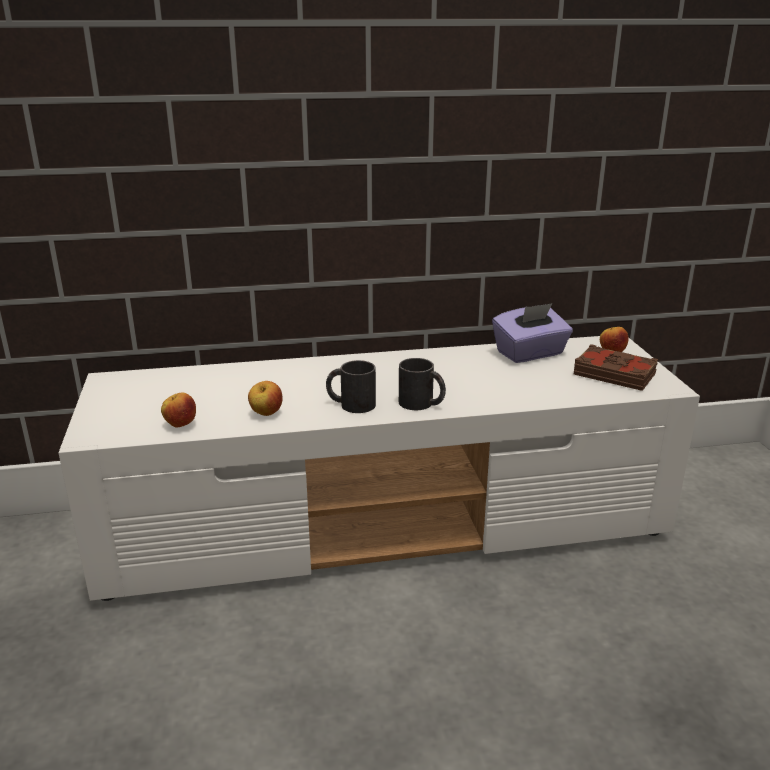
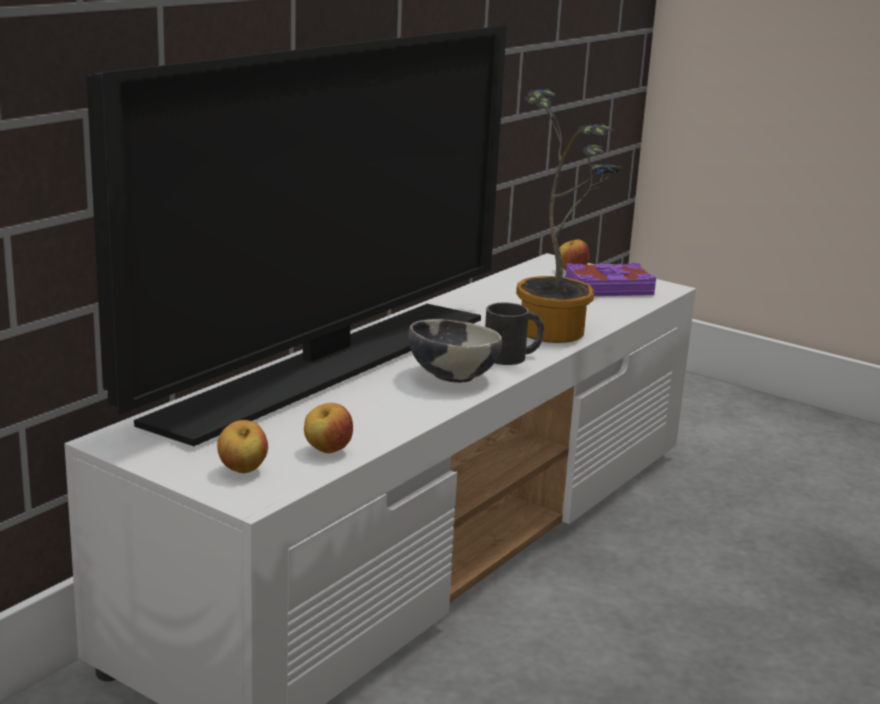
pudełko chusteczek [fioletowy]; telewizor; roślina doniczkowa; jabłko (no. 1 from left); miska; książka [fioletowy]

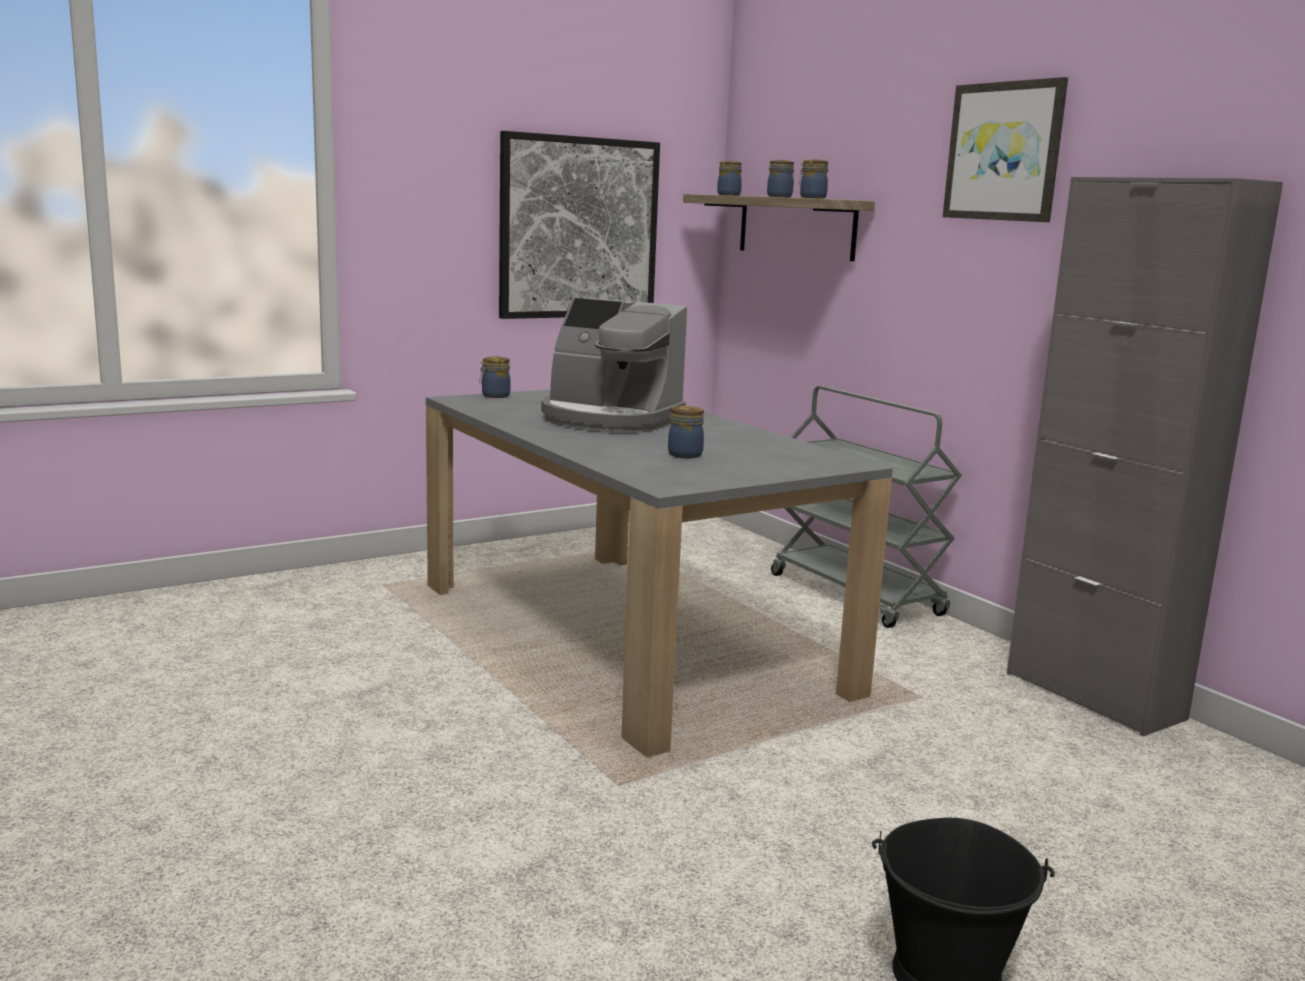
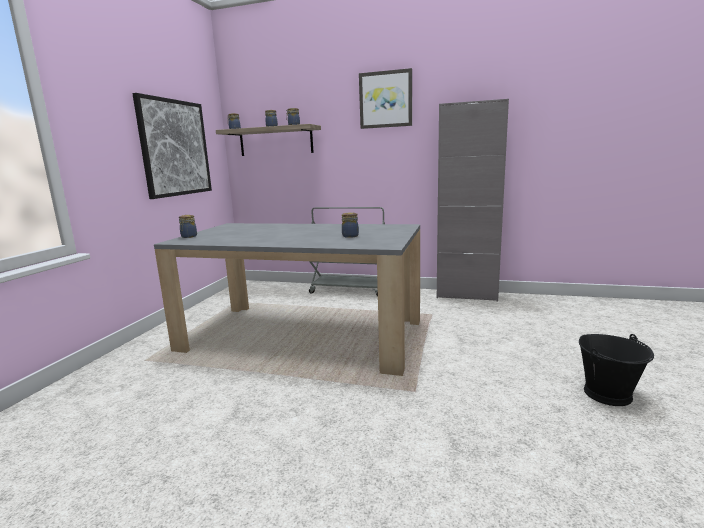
ekspres do kawy

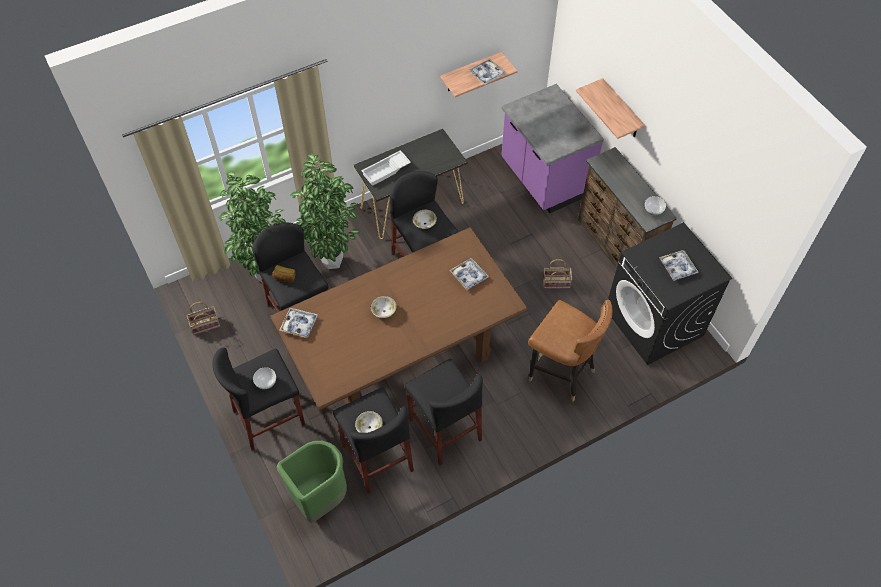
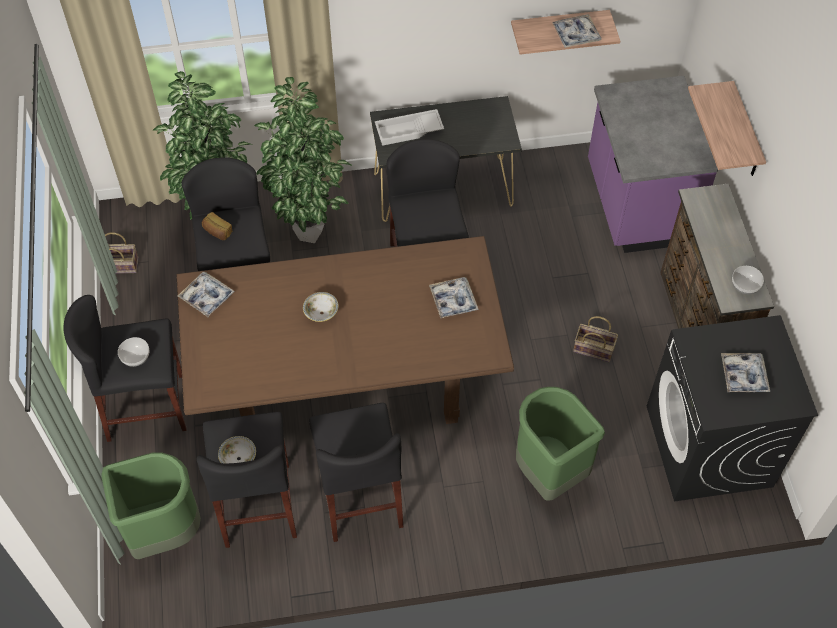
miska (no. 4 from left in the first image); kosz na śmieci [zielony] (no. 2 from left)

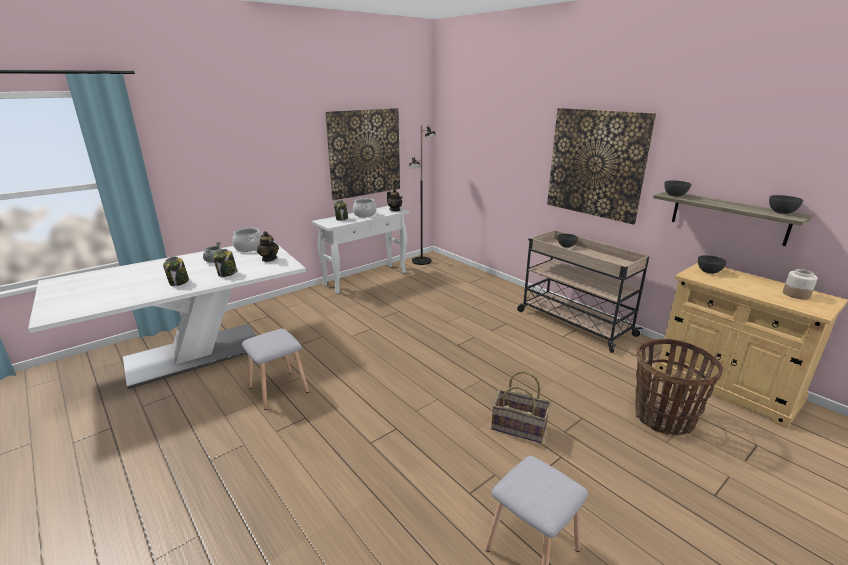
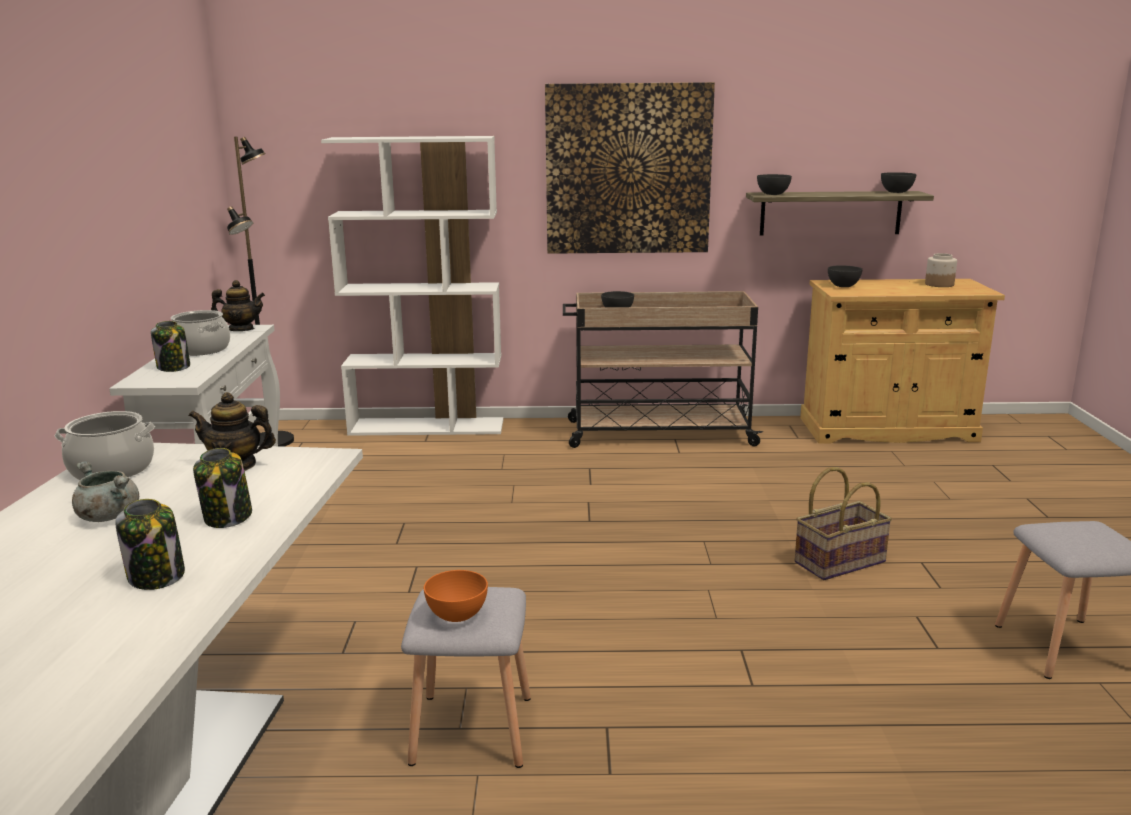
obraz (no. 1 from left in the first image); koszyk (no. 2 from left in the first image); regał [biały]; miska [pomarańczowy]

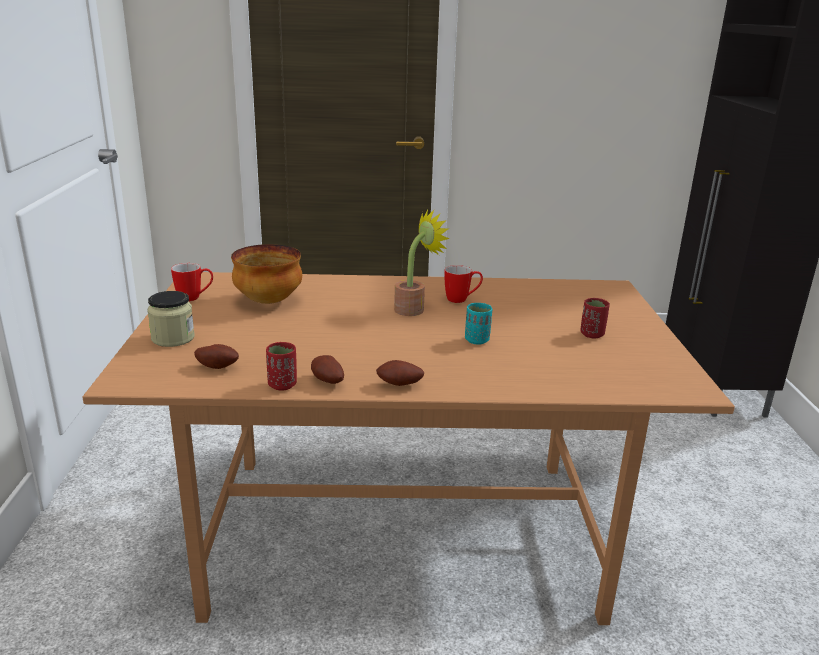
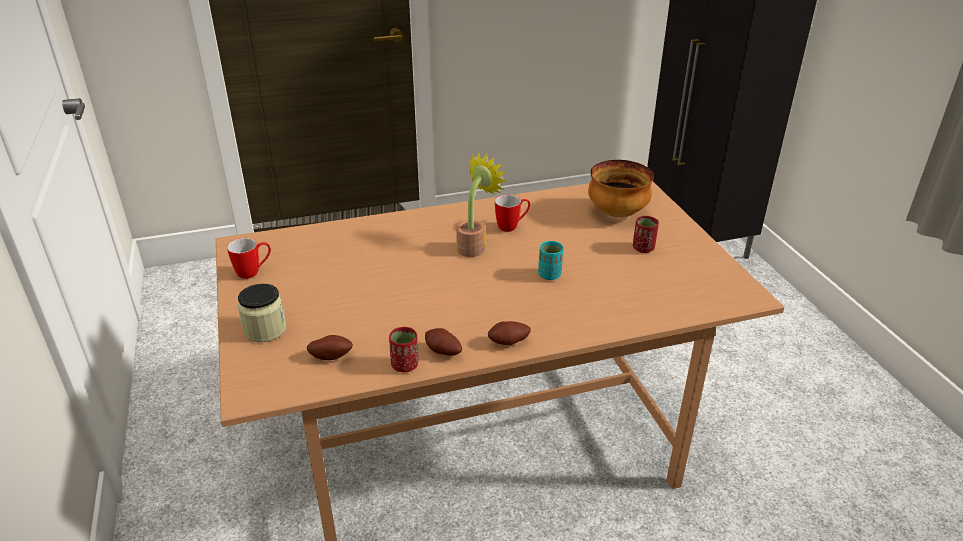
miska

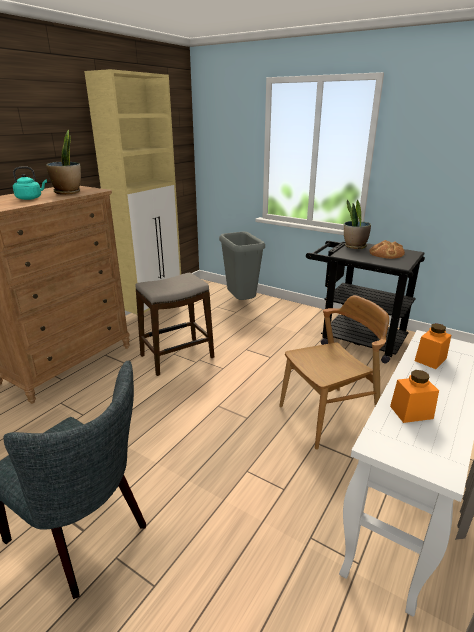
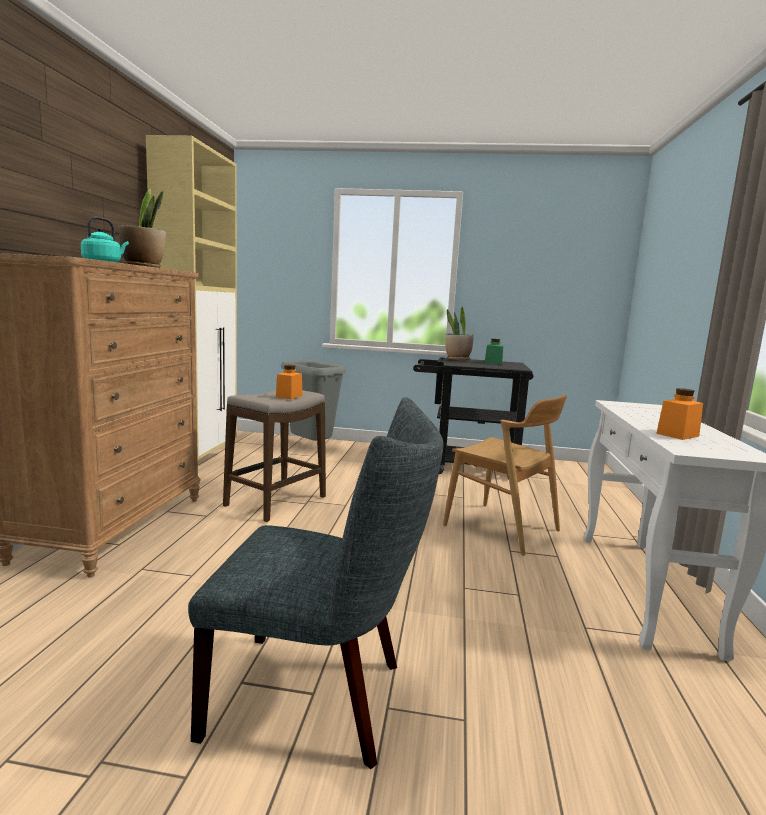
słoik [pomarańczowy] (no. 1 from left); słoik [zielony]; krzesło [brązowy]

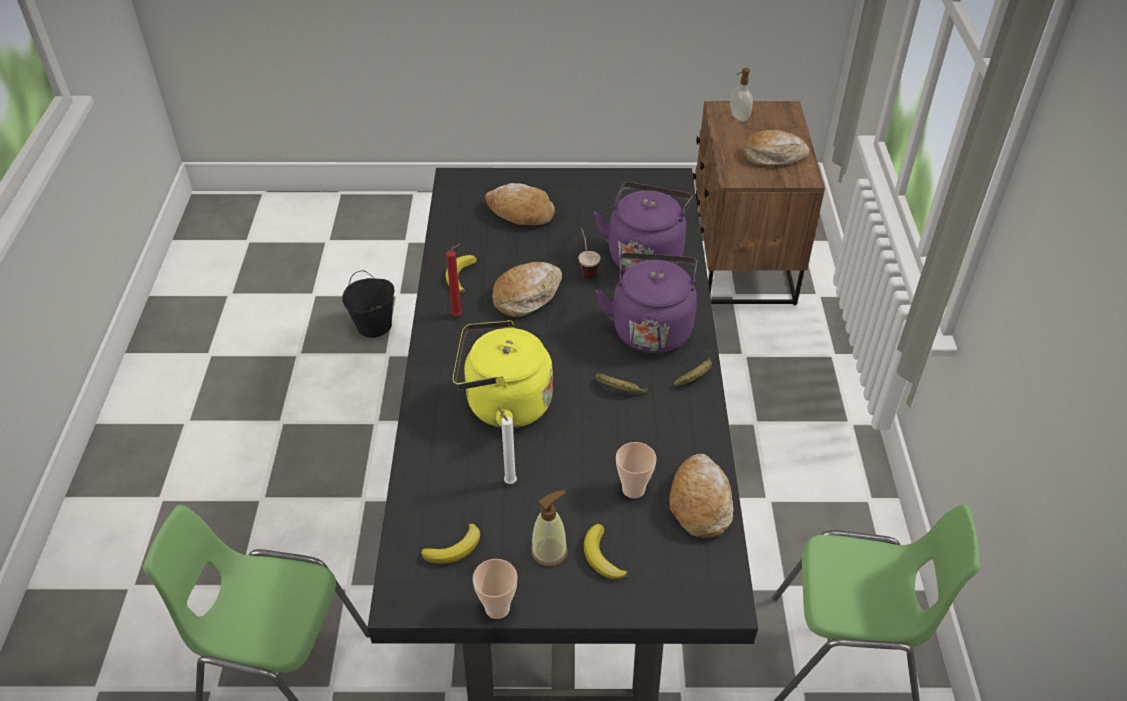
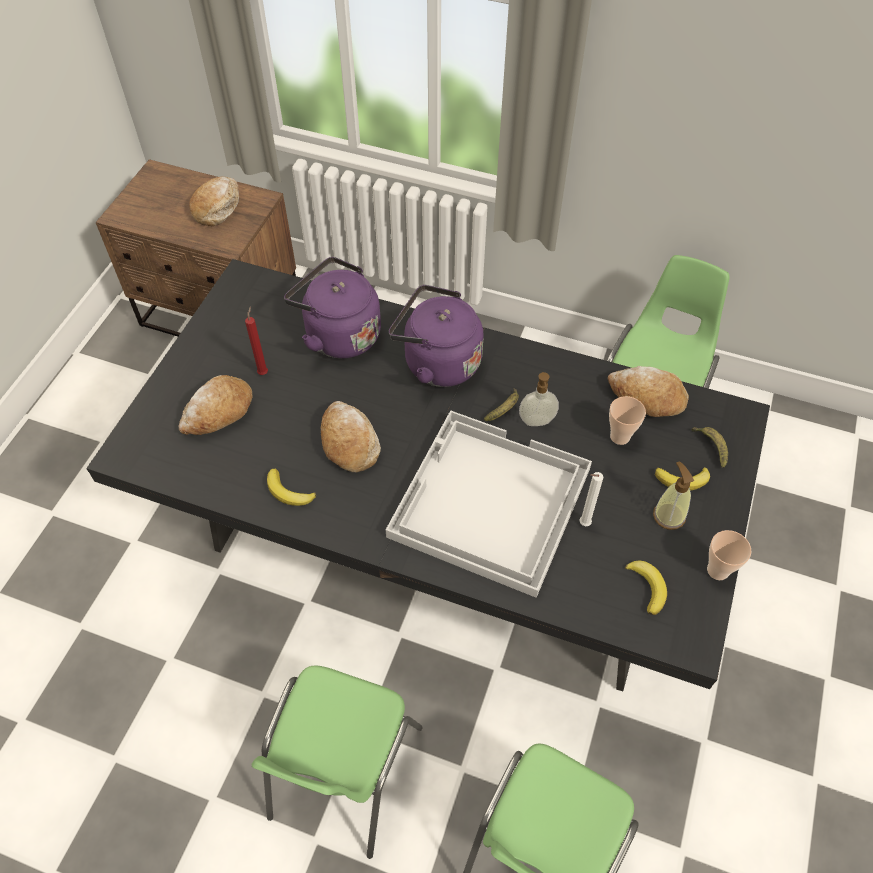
wiadro [czarny]; filiżanka (no. 2 from left in the first image); krzesło [zielony] (no. 1 from left); świeca [czerwony]; banan (no. 5 from left); dozownik mydła (no. 1 from left); taca [biały]

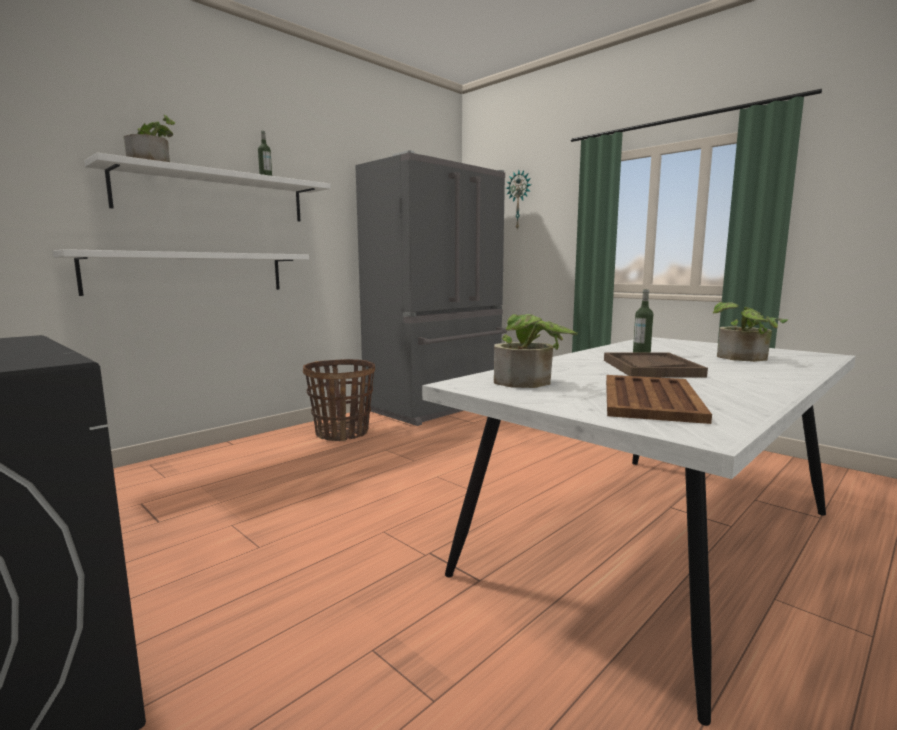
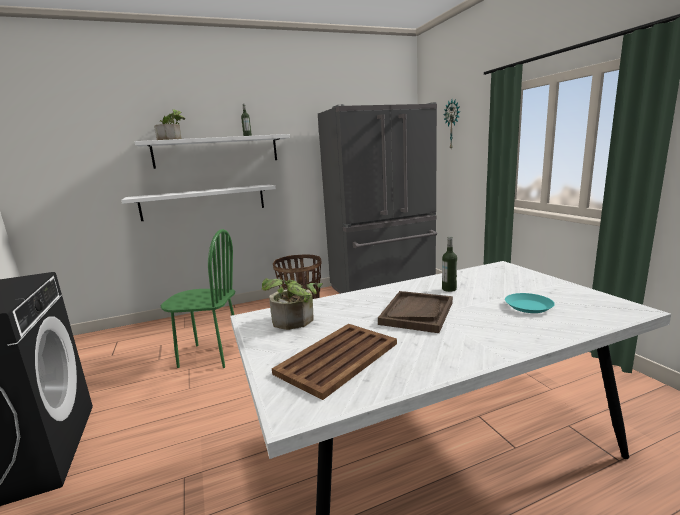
krzesło [zielony]; talerz [turkusowy]

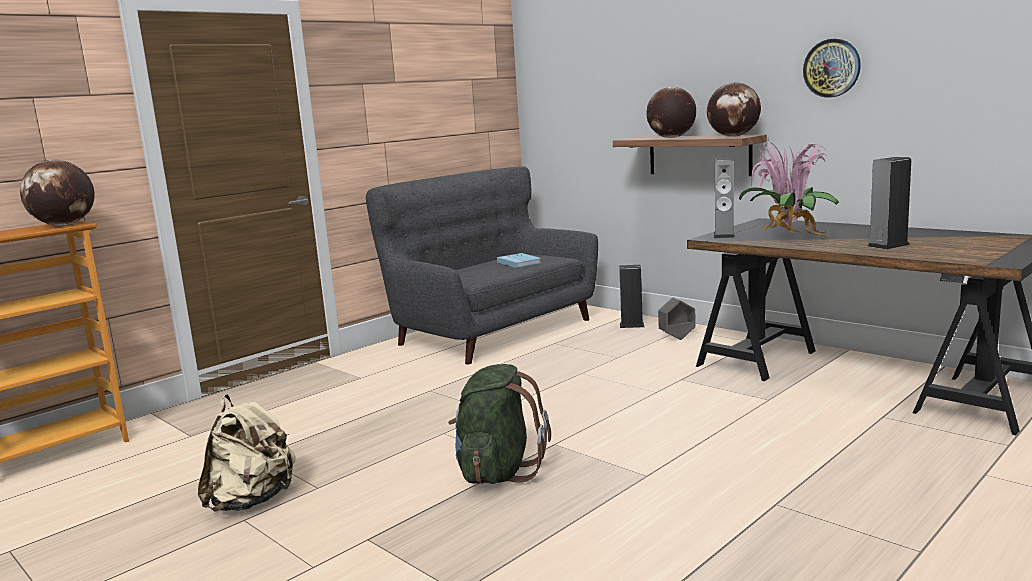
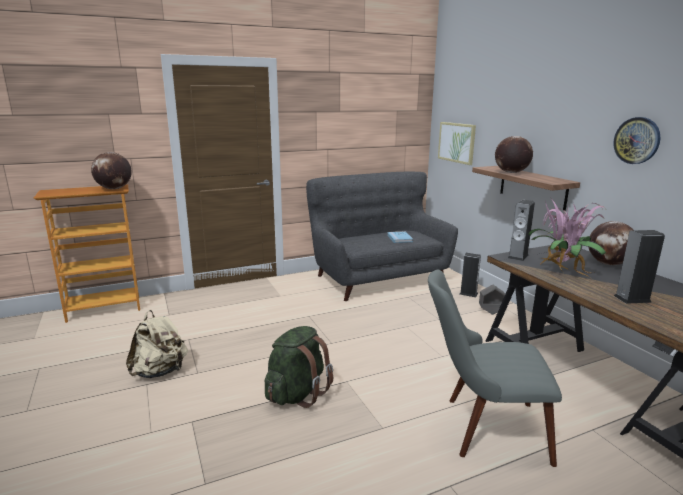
krzesło [szary]; obraz; globus (no. 3 from left)

